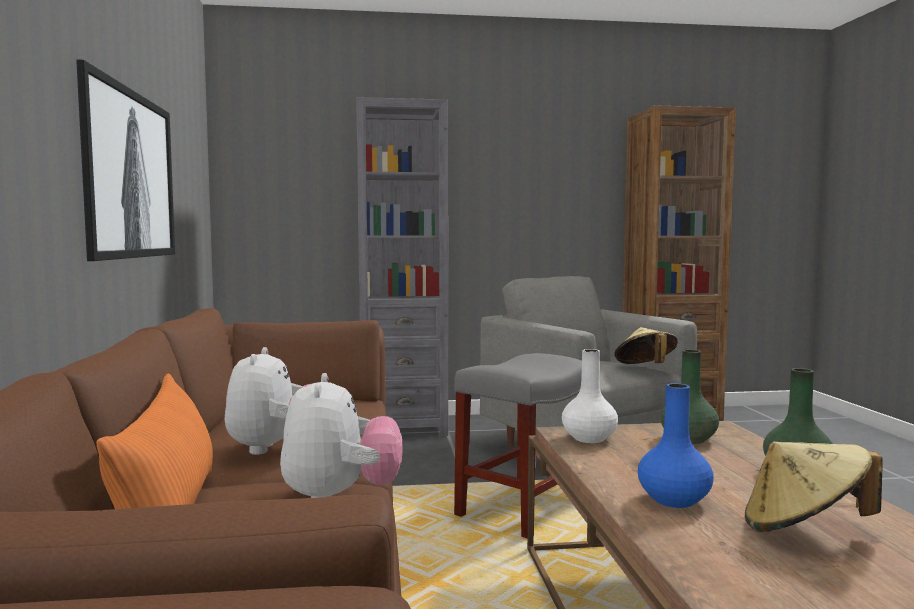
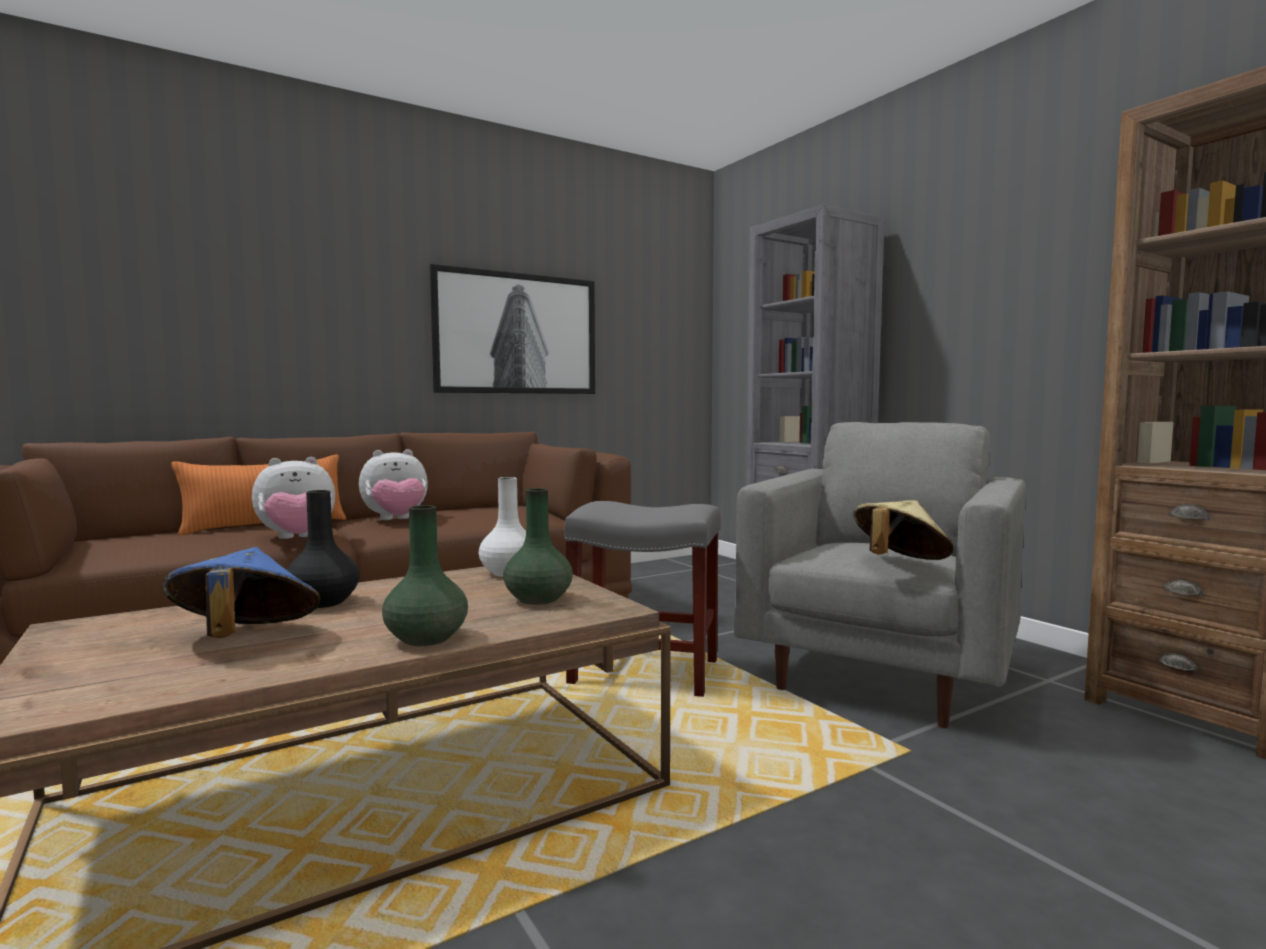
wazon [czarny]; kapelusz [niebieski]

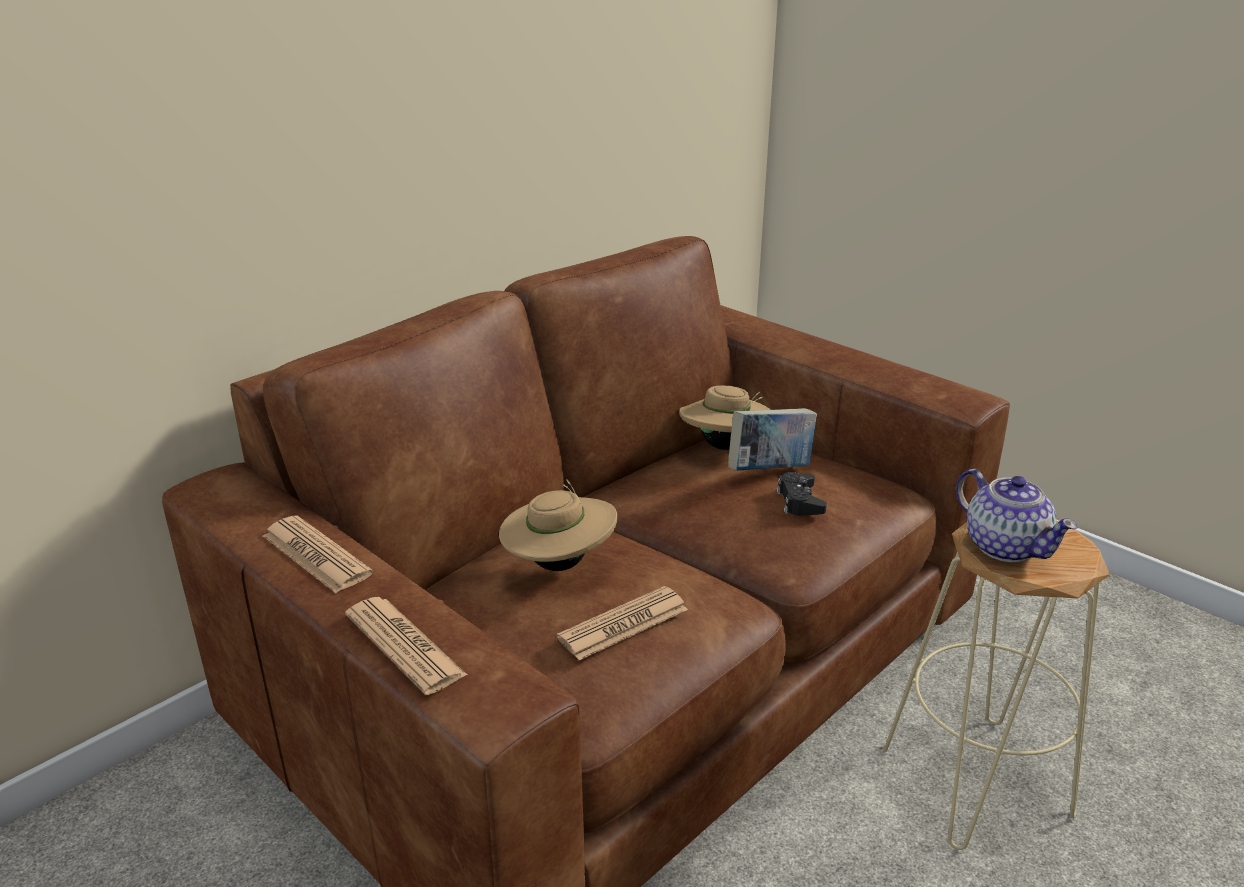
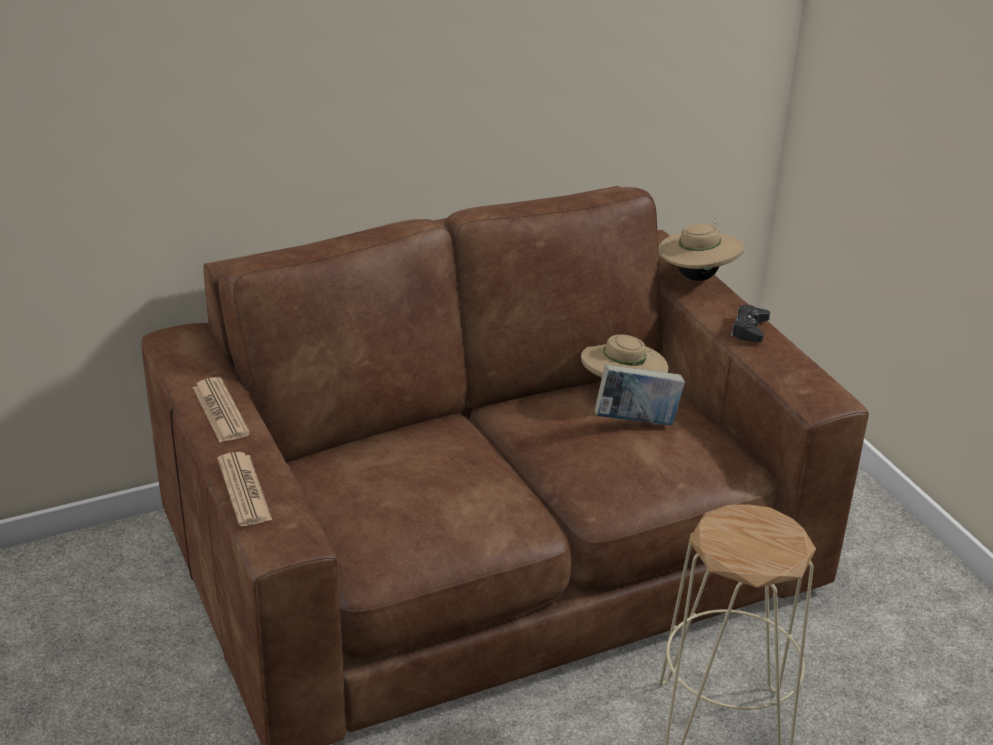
gazeta (no. 3 from left in the first image); imbryk; kapelusz [beżowy] (no. 2 from left); pad do gier [czarny]

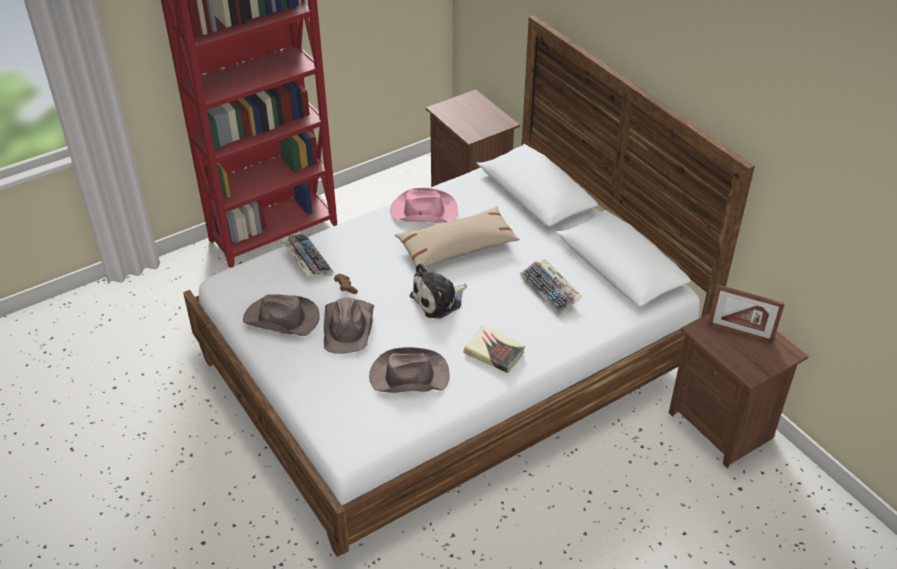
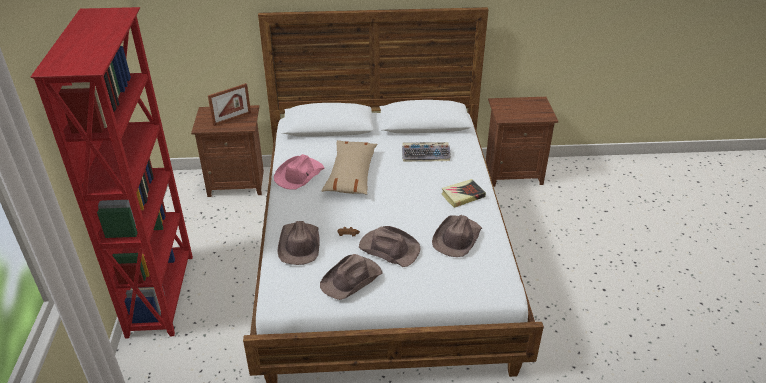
pluszak; ramka na zdjęcie; kapelusz [brązowy] (no. 1 from left)

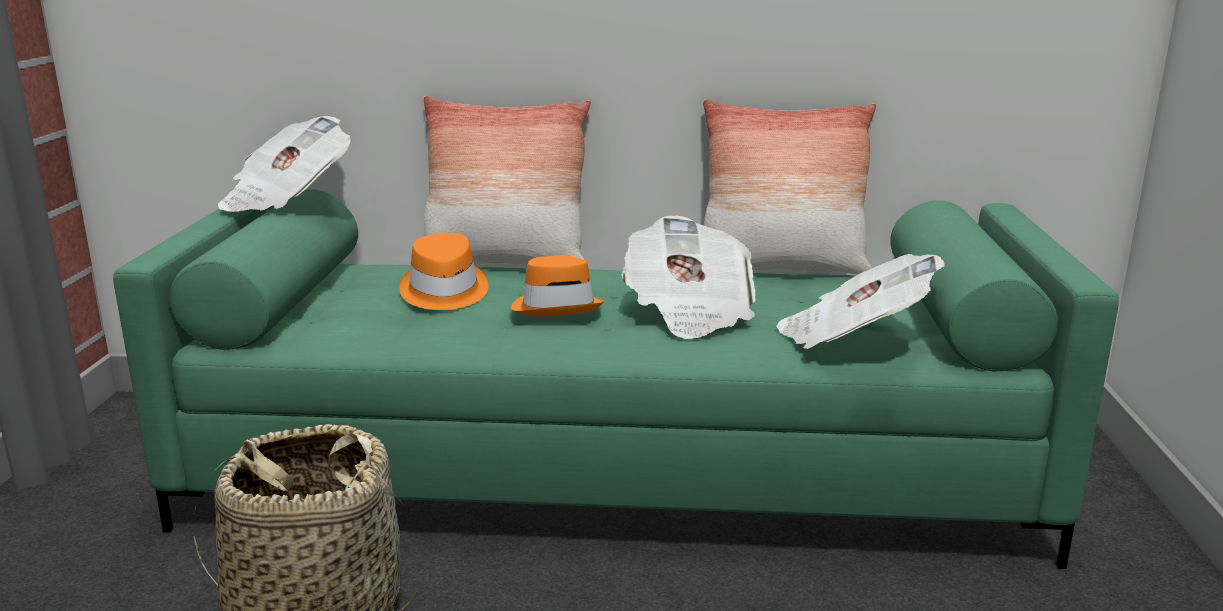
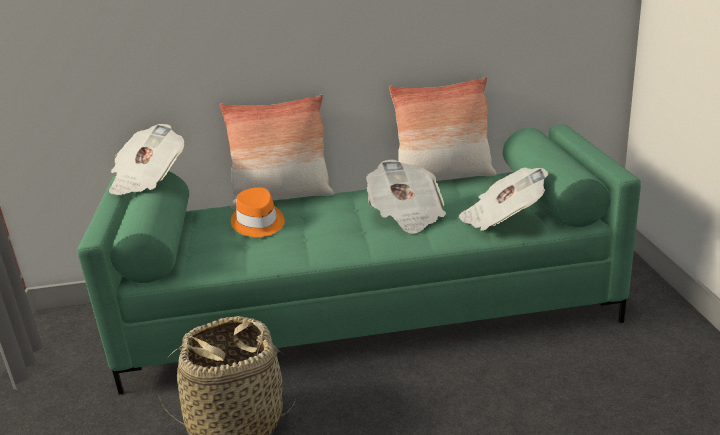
kapelusz [pomarańczowy] (no. 2 from left in the first image)

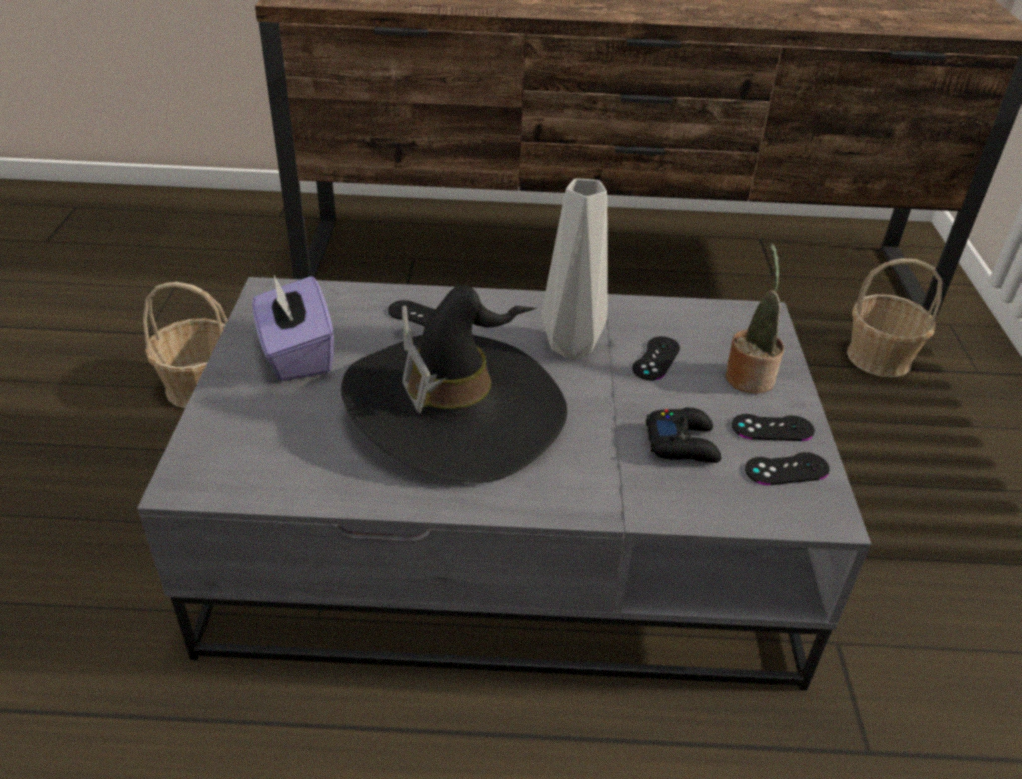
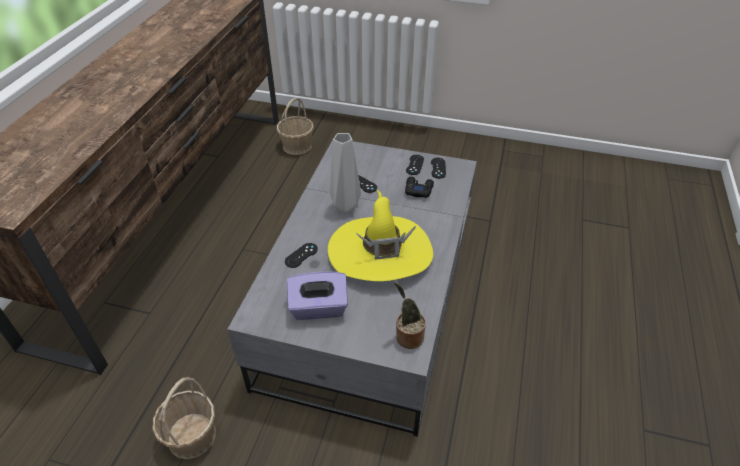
roślina doniczkowa; kapelusz [żółty]

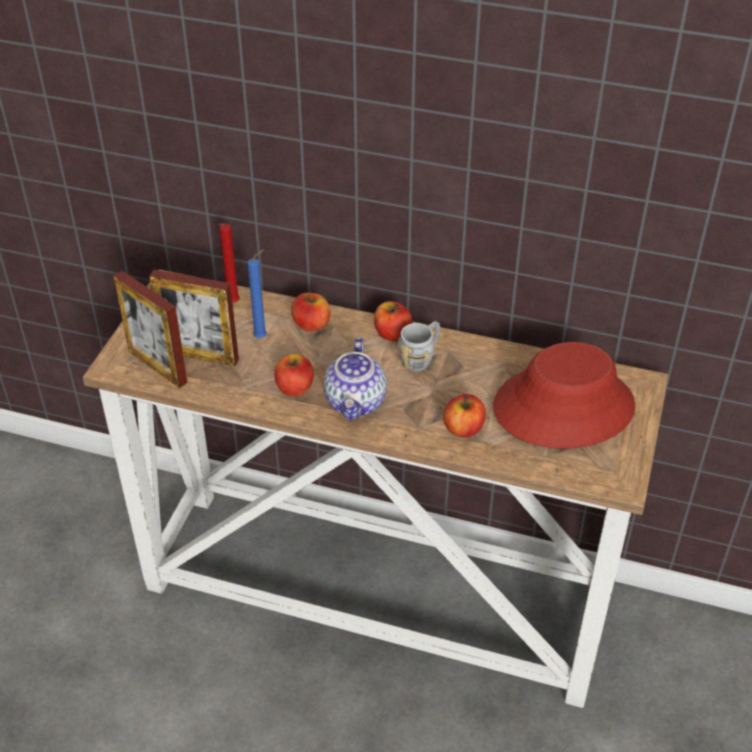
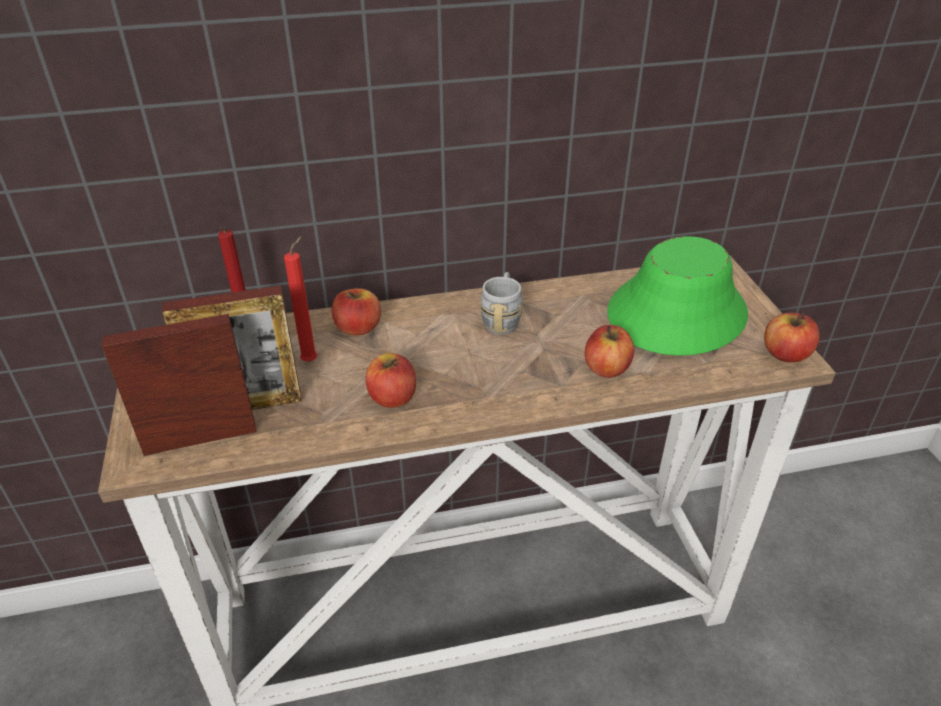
imbryk; jabłko (no. 4 from left); świeca [czerwony] (no. 2 from left); kapelusz [zielony]; ramka na zdjęcie (no. 1 from left)

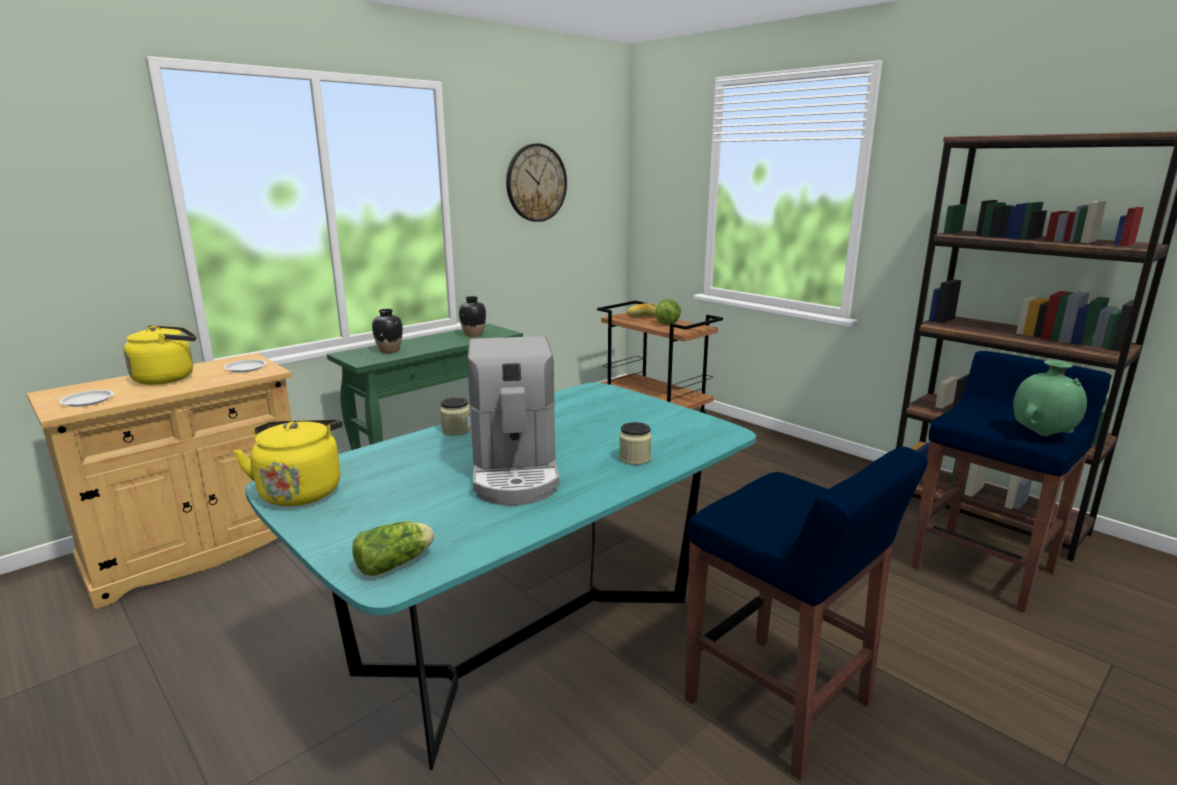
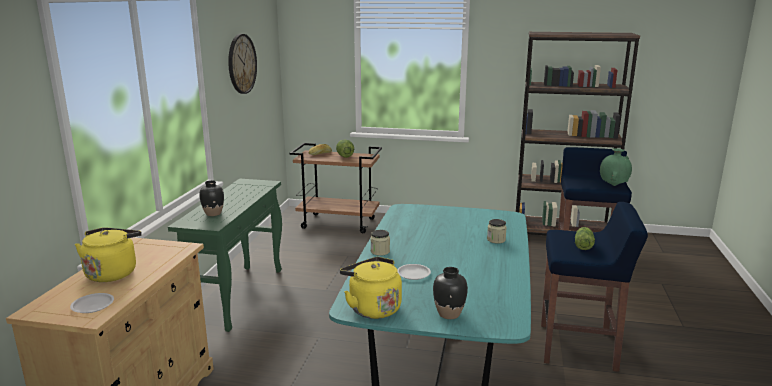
ekspres do kawy; talerz [biały] (no. 2 from left); sałata (no. 2 from left); wazon [czarny] (no. 2 from left)

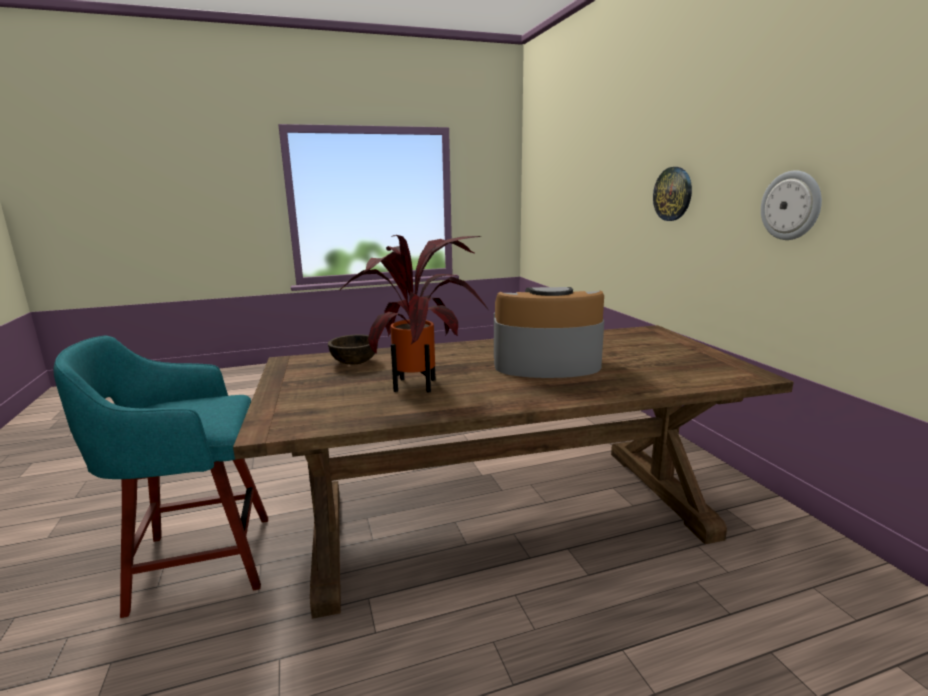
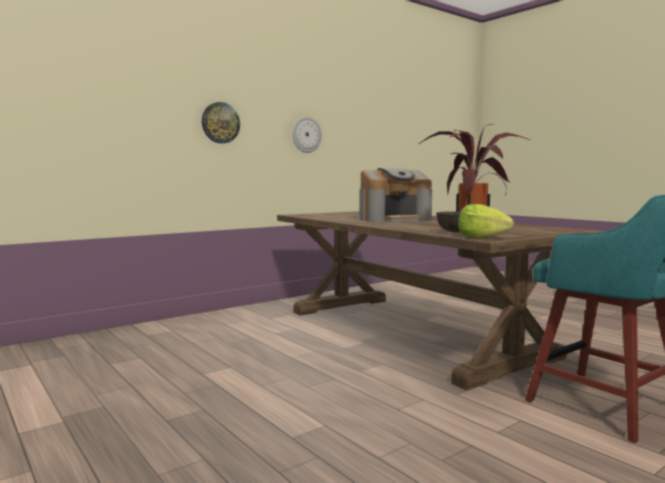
sałata; ekspres do kawy

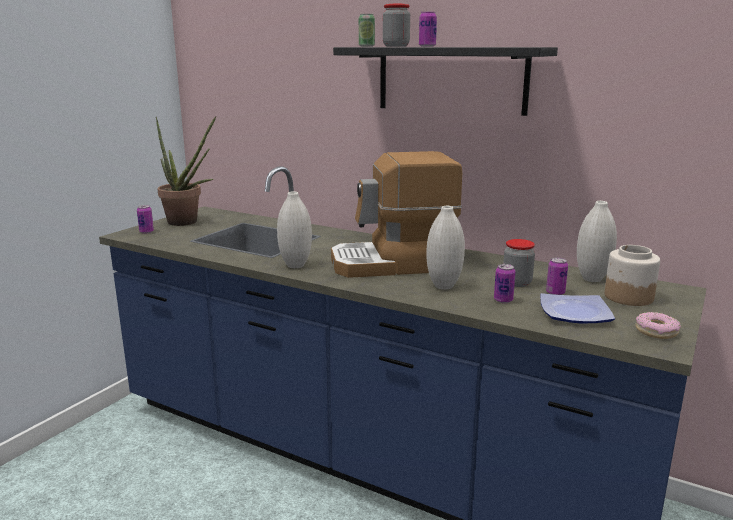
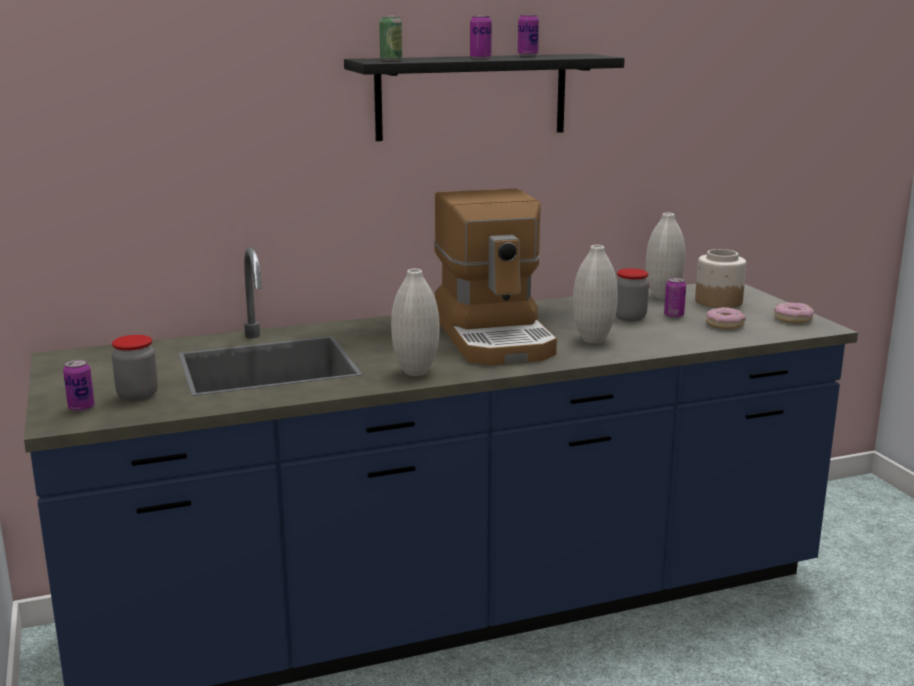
roślina doniczkowa; słoik (no. 1 from left); puszka (no. 4 from left); donut (no. 1 from left); ekspres do kawy

